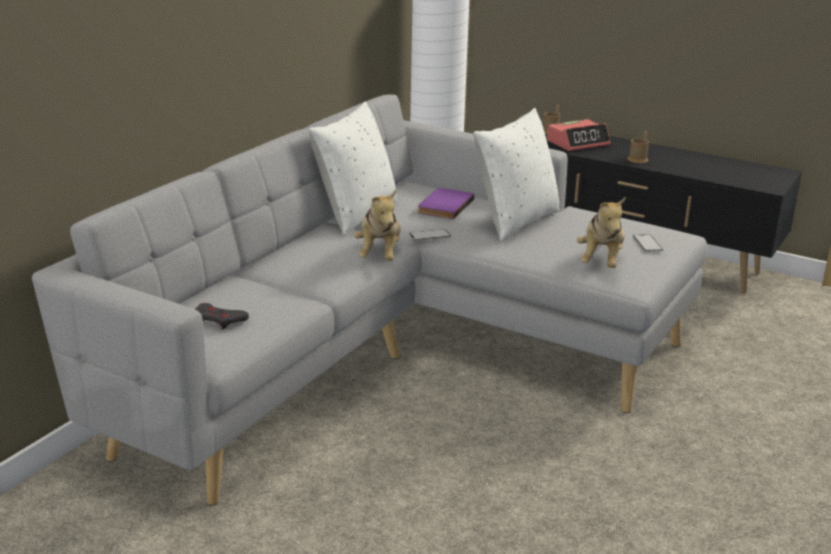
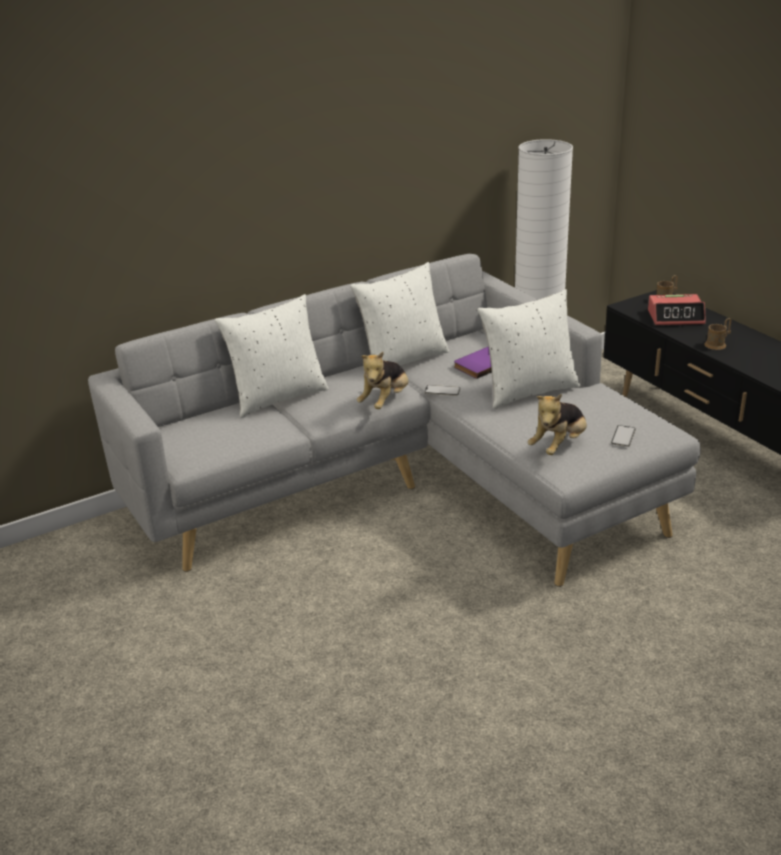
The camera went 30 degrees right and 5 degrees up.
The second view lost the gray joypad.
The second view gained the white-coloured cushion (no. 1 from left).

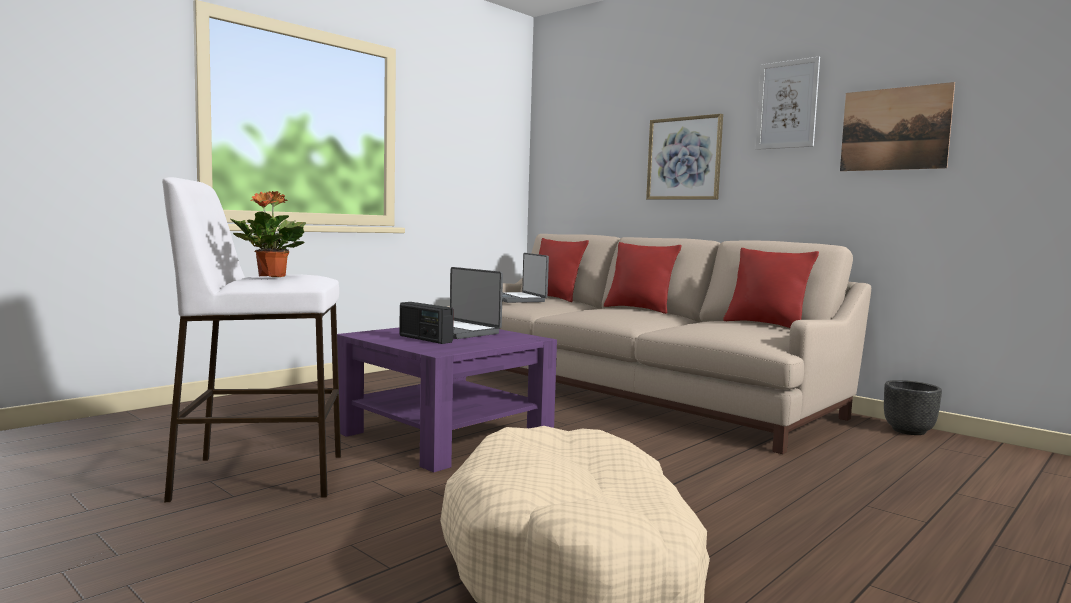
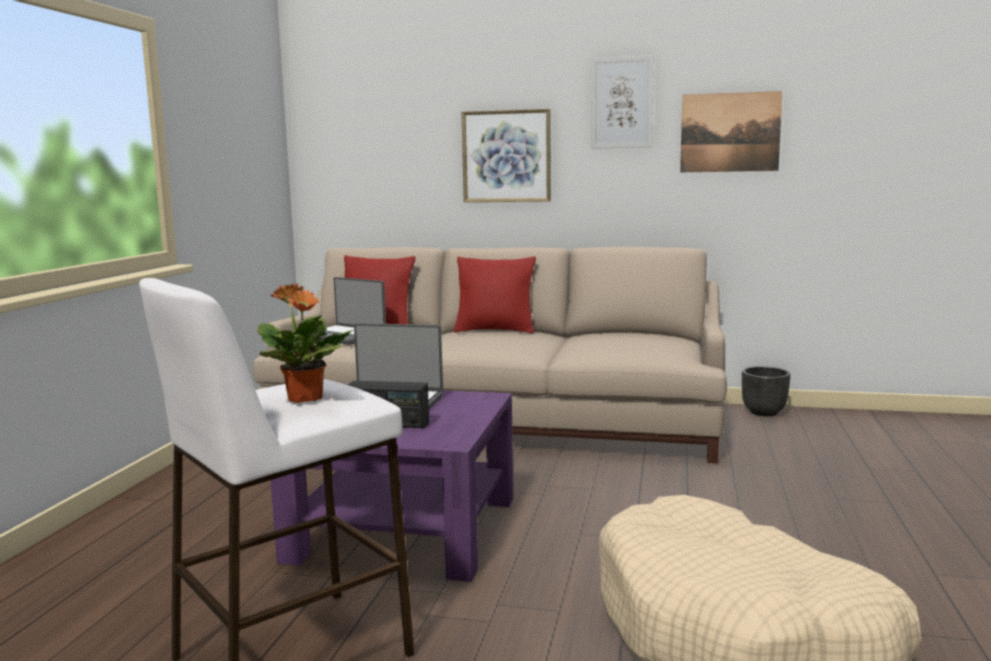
The camera went 30 degrees left and 5 degrees up.
The second view lost the reddish cushion (no. 3 from left).

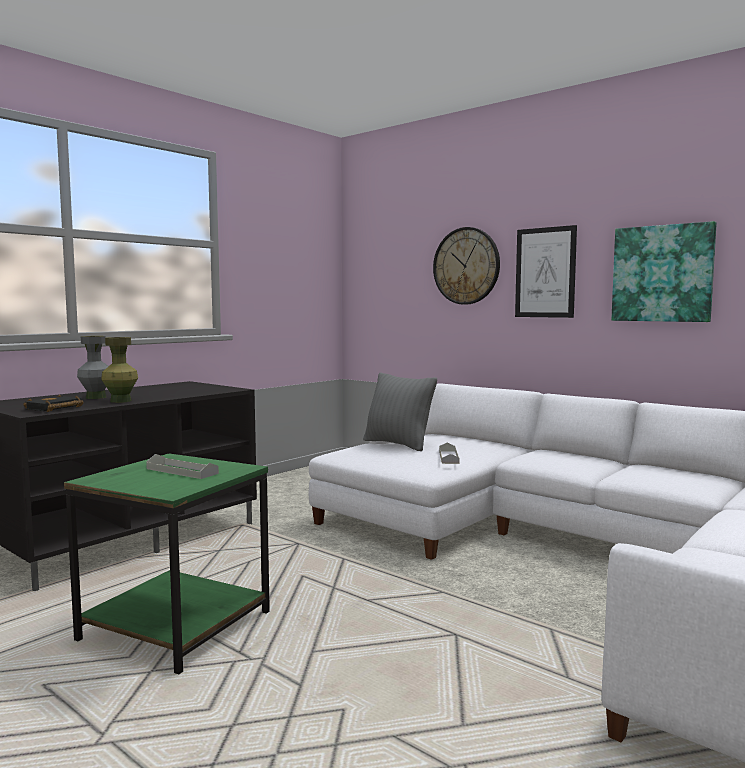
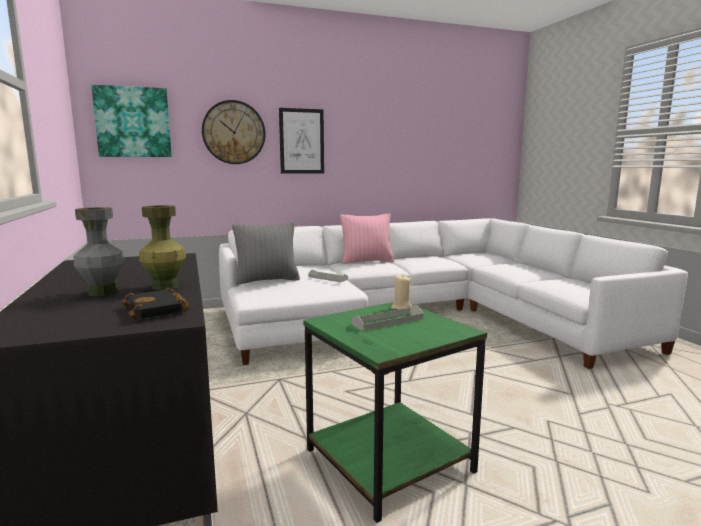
The camera went 60 degrees left and 5 degrees up.
The wall picture (no. 2 from left in the first image) ended up elsewhere.
The second view gained the pink cushion.
The second view gained the sand-coloured wax light.

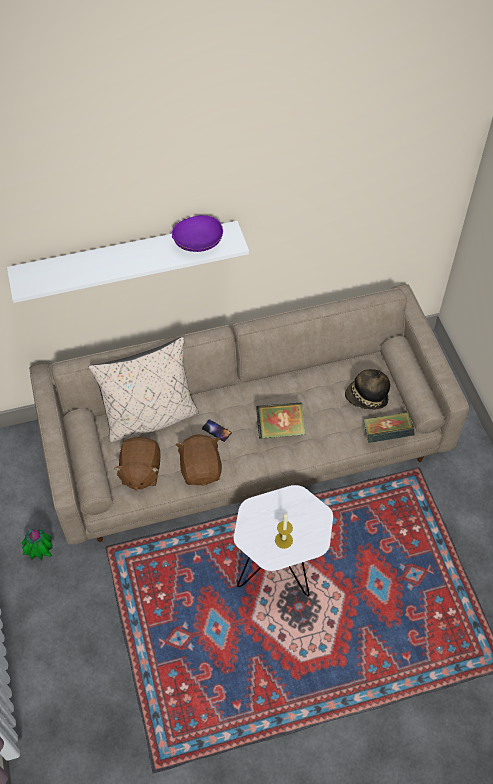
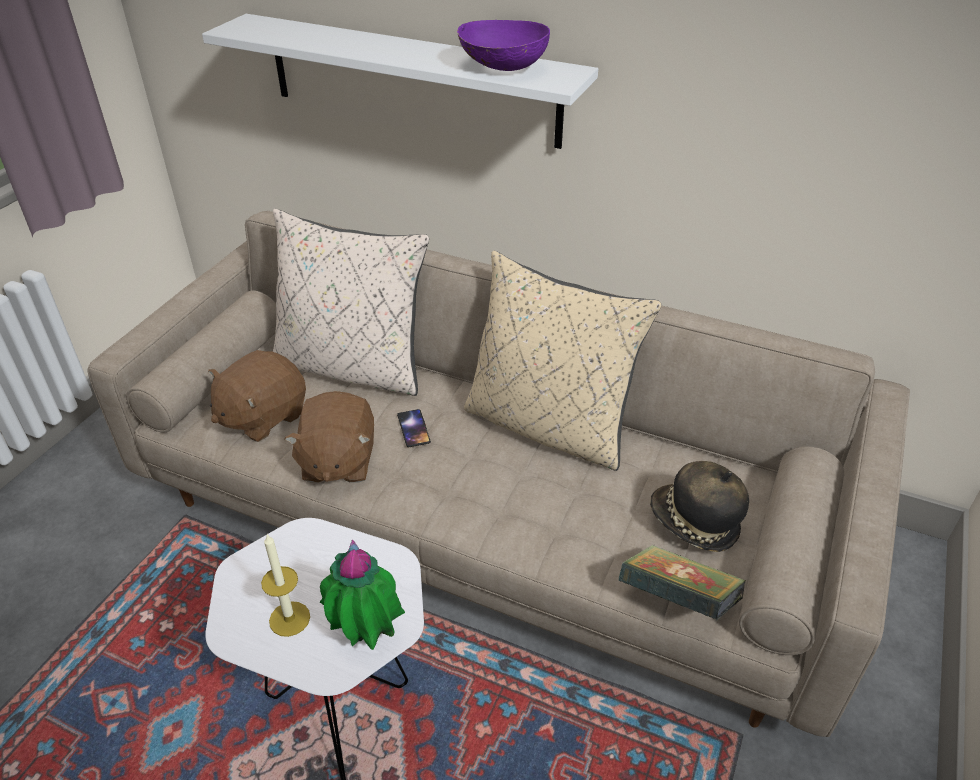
The camera went 40 degrees right and 15 degrees down.
The second view lost the volume (no. 1 from left).
The brownish cuddly toy (no. 2 from left) ended up facing another way, 150 degrees clockwise from before.
The houseplant ended up elsewhere.
The second view gained the sand-coloured cushion (no. 2 from left).

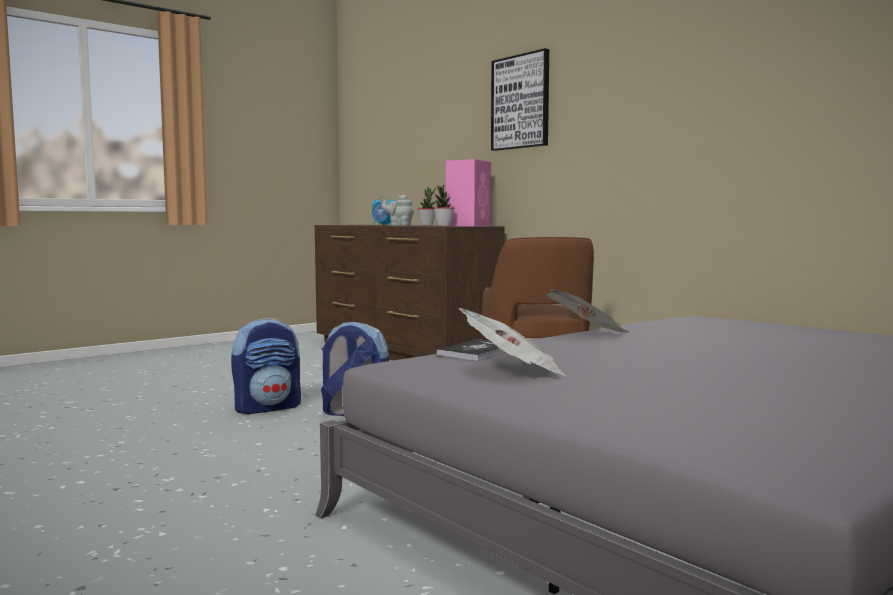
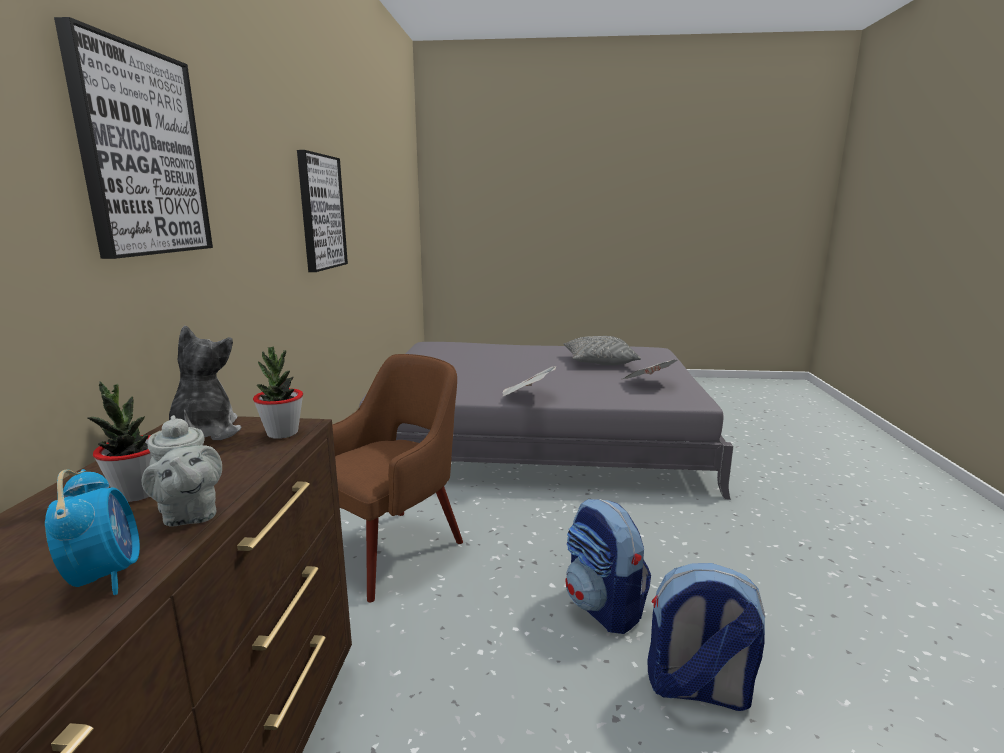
The camera went 135 degrees left and 10 degrees up.
Where the pink speaker stood, the cuddly toy came to stand.
The second view lost the volume.
The second view gained the wall picture (no. 2 from left).
The second view gained the gray cushion.

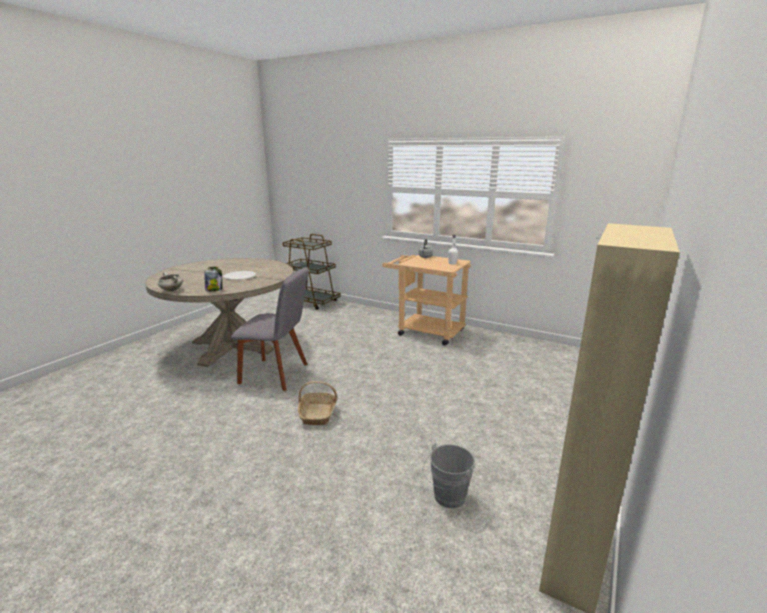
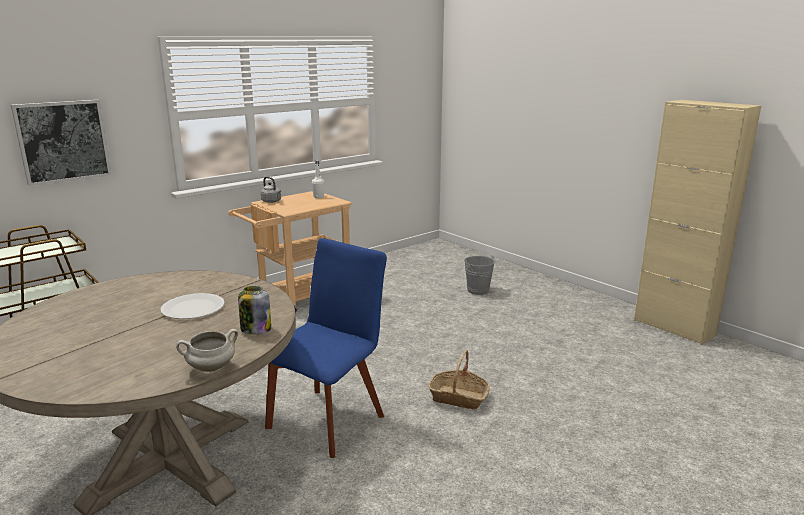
The camera went 70 degrees left and 0 degrees up.
What was the gray plain chair turned into the blue plain chair.
The gray water bucket ended up elsewhere.
The second view gained the wall picture.

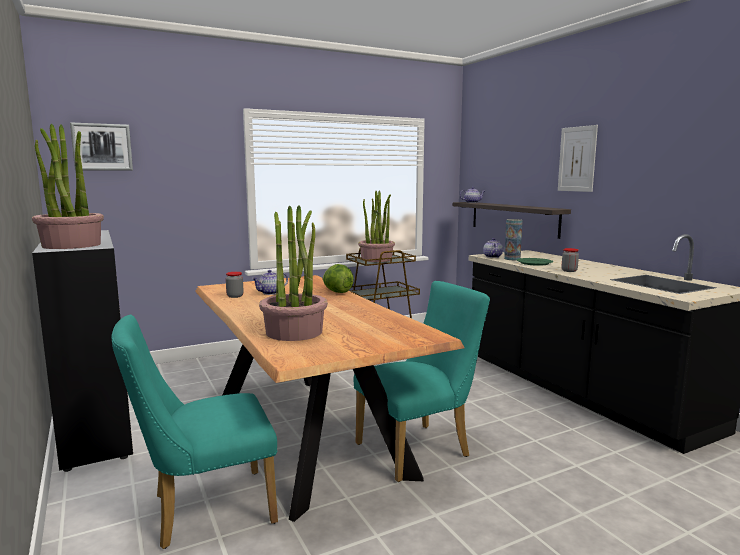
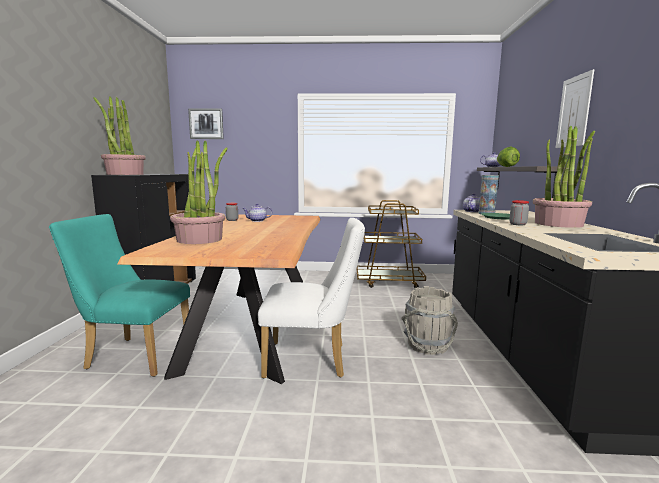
The camera went 30 degrees right and 0 degrees up.
The houseplant (no. 3 from left) ended up elsewhere.
The lettuce ended up elsewhere.
What was the blue-green plain chair (no. 2 from left) turned into the white-coloured plain chair.
The second view gained the gray water bucket.

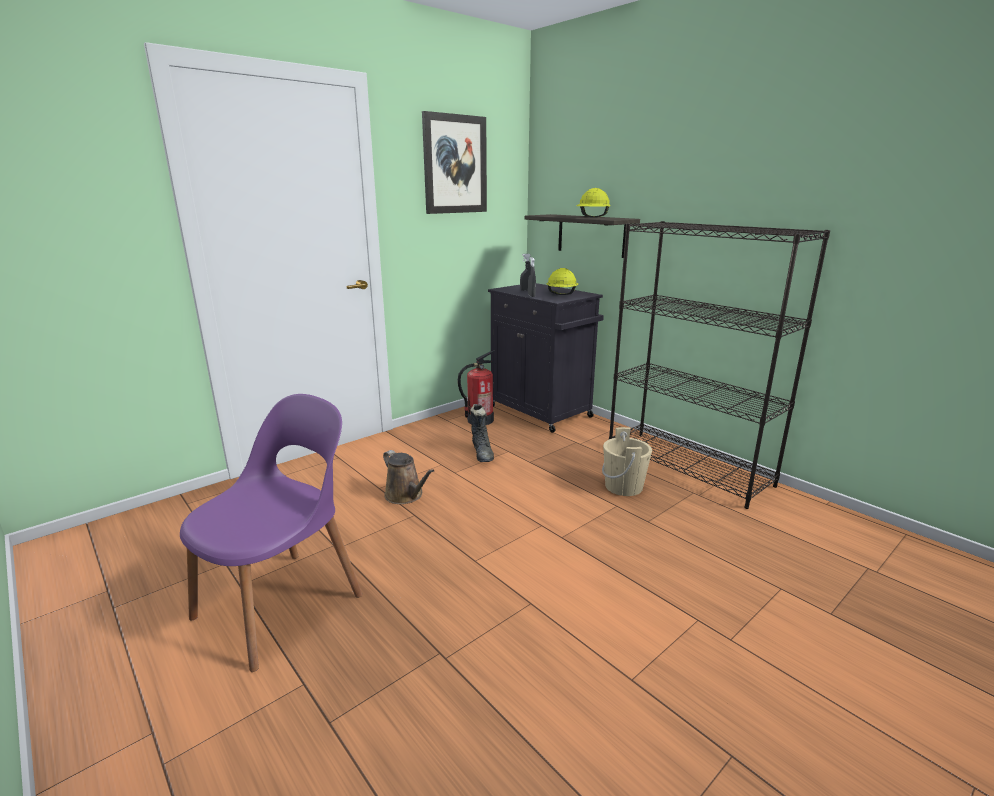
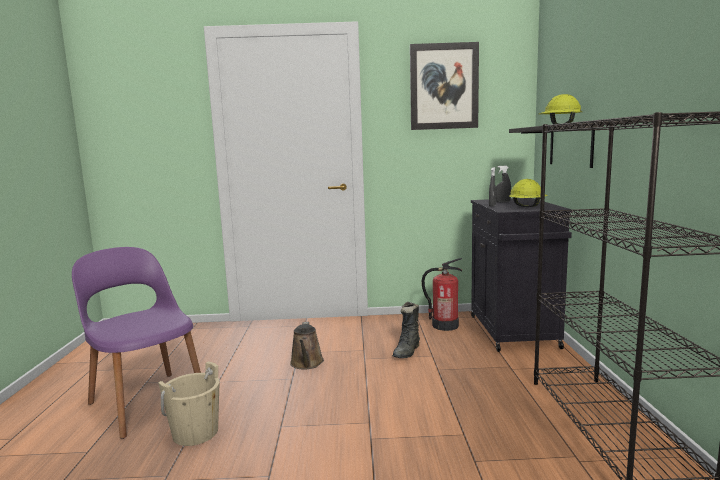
The camera went 40 degrees right and 10 degrees down.
The purple-coloured plain chair ended up facing another way, 120 degrees counterclockwise from before.
The sand-coloured water bucket ended up elsewhere.

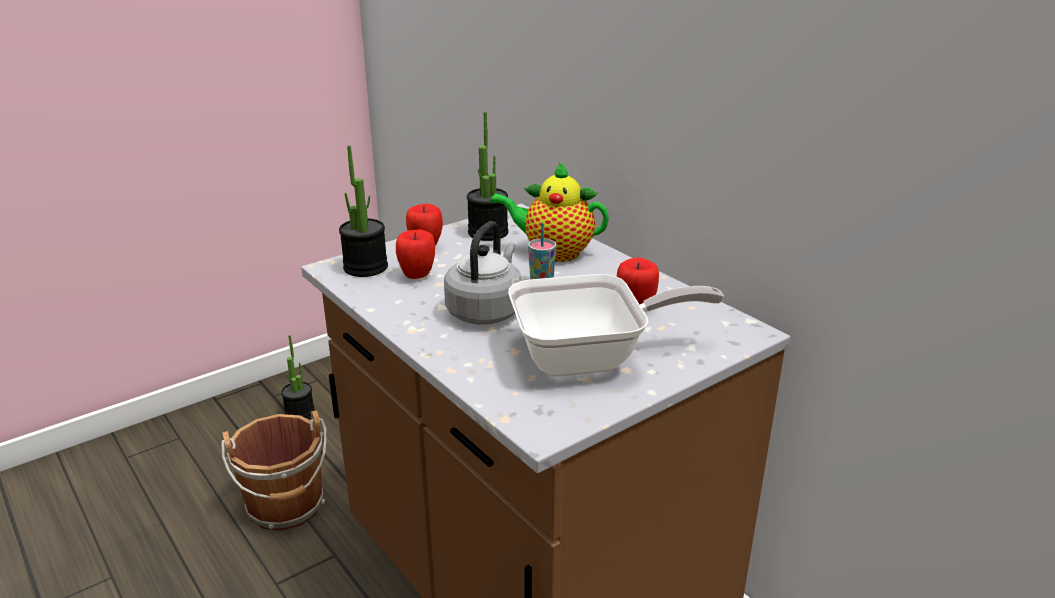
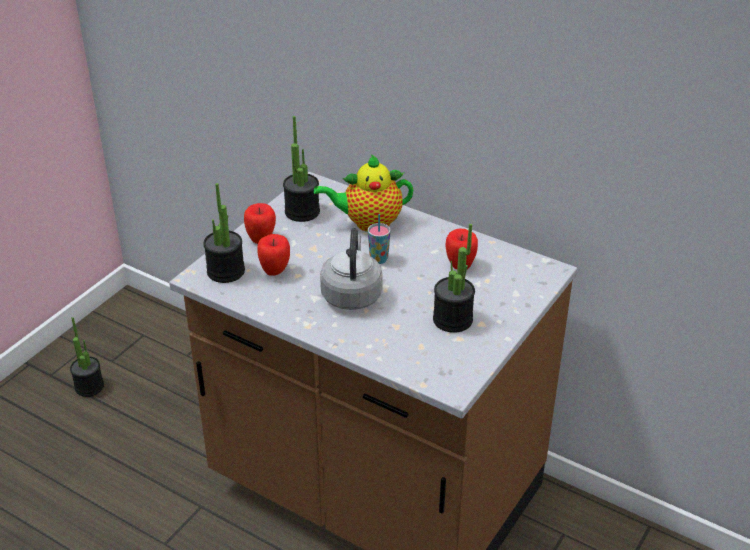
The camera went 20 degrees left and 10 degrees up.
Where the frying pan stood, the houseplant (no. 4 from left) came to stand.
The second view lost the brownish water bucket.

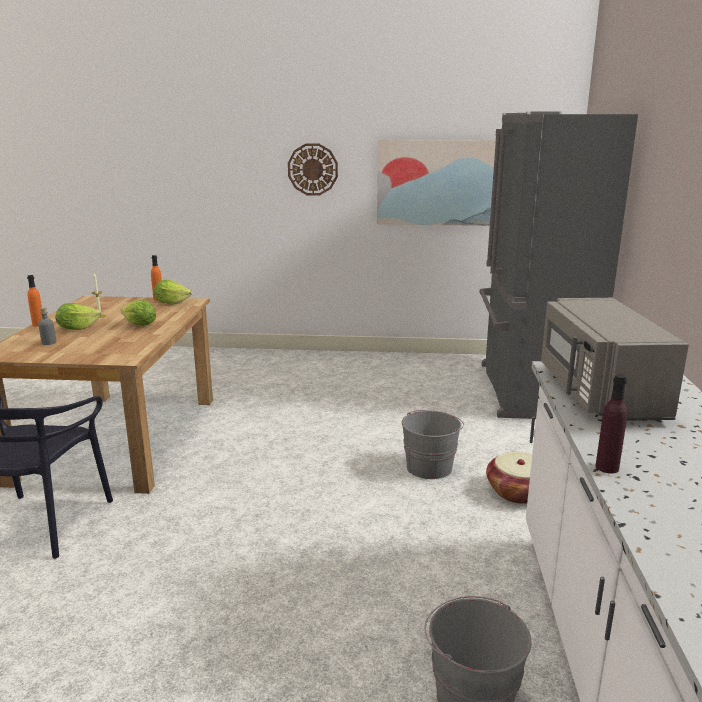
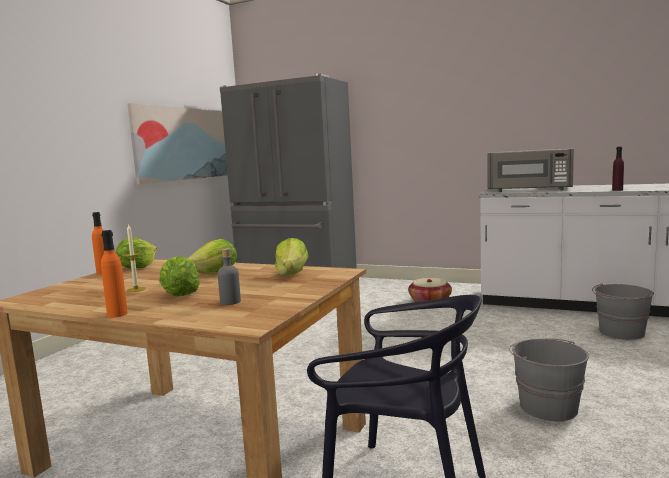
The camera went 70 degrees left and 10 degrees down.
The second view lost the hanging clock.
The gray water bucket (no. 1 from left) ended up elsewhere.
The second view gained the lettuce (no. 4 from left).

